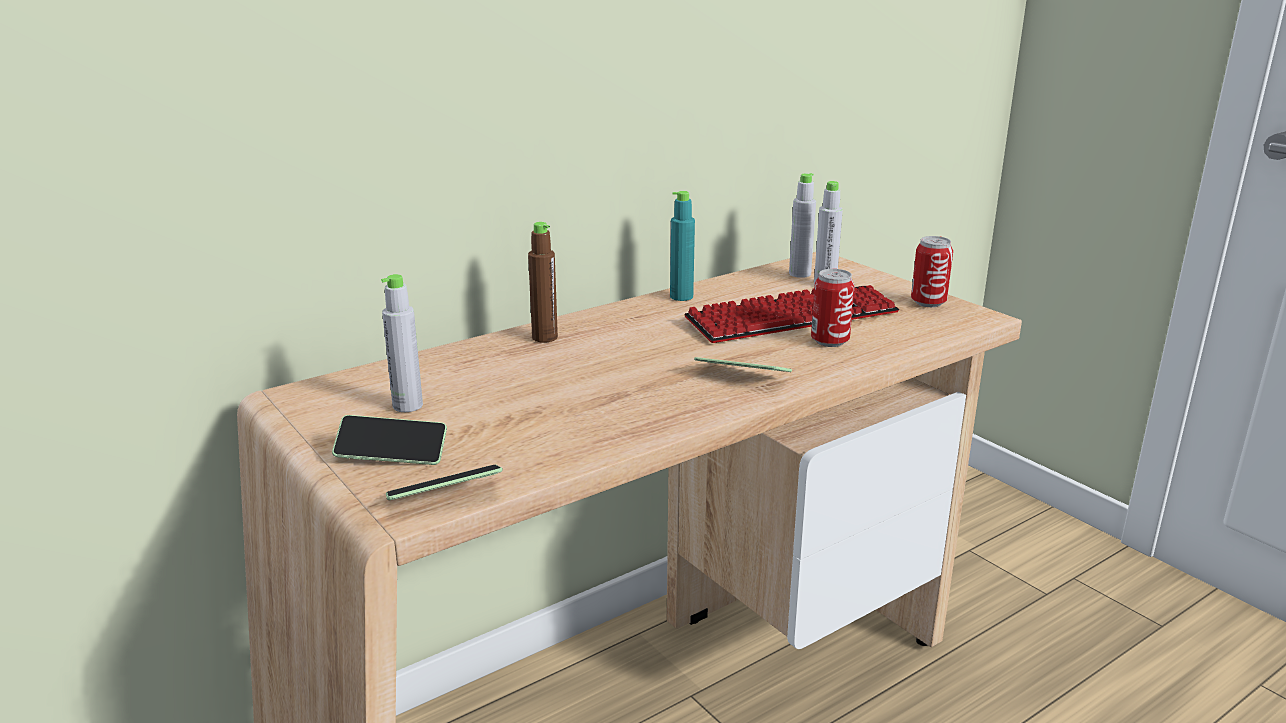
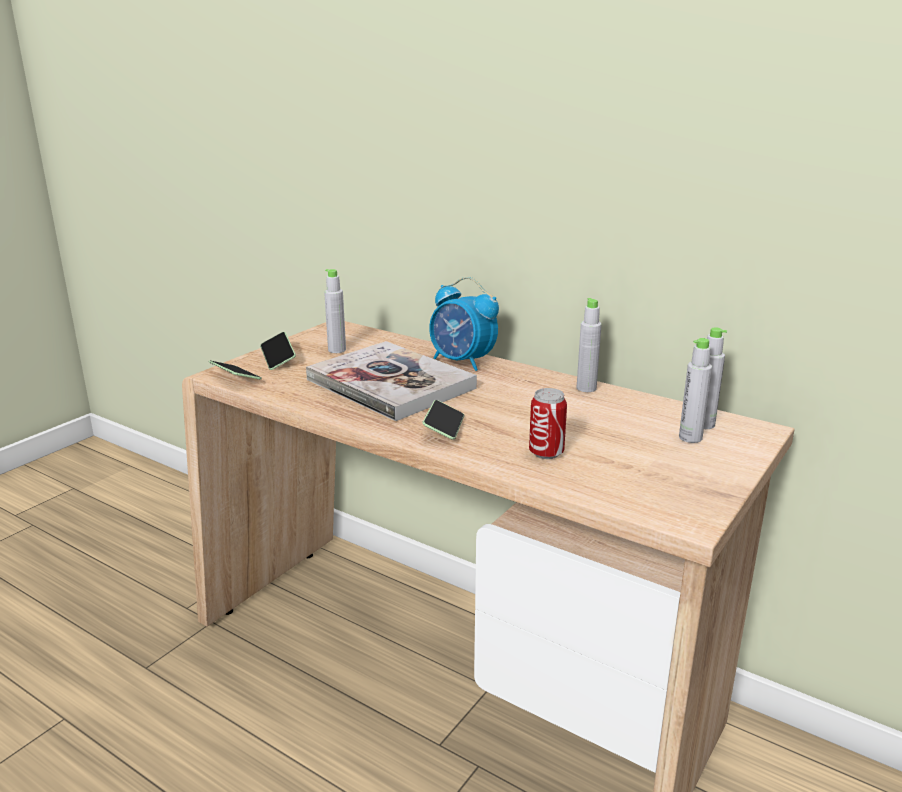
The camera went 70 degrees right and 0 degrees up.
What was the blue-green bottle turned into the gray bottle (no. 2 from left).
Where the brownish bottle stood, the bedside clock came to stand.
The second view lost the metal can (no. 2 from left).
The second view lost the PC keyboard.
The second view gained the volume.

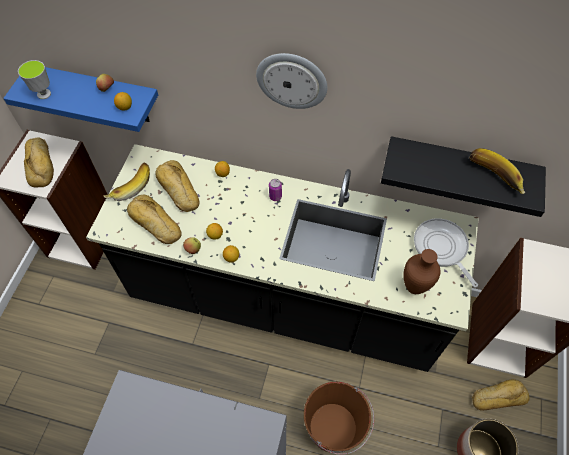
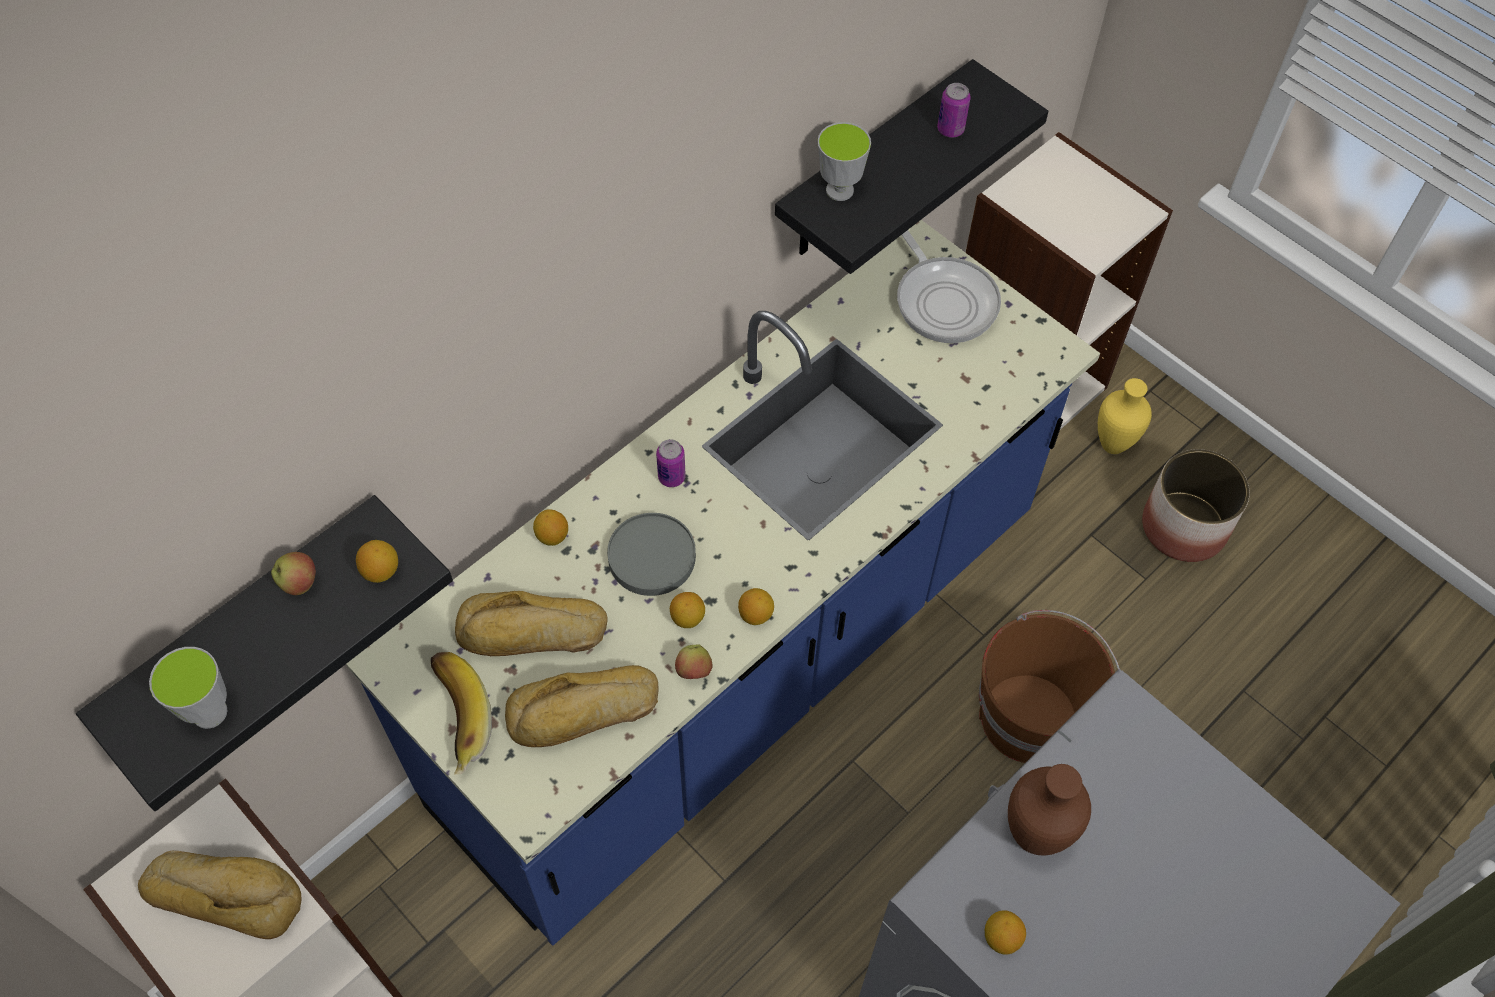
The camera went 60 degrees left and 0 degrees up.
The second view lost the hanging clock.
What was the blue wall shelf turned into the blackish wall shelf (no. 1 from left).
What was the blackish kitchen counter turned into the blue kitchen counter.
Where the banana fruit (no. 2 from left) stood, the metal can (no. 2 from left) came to stand.
The frying pan ended up facing another way, 120 degrees counterclockwise from before.
The brownish vase ended up elsewhere.
Where the baked bread (no. 4 from left) stood, the yellow-coloured vase came to stand.
The second view gained the small cup (no. 2 from left).
The second view gained the gray plate.
The second view gained the whole lemon (no. 5 from left).

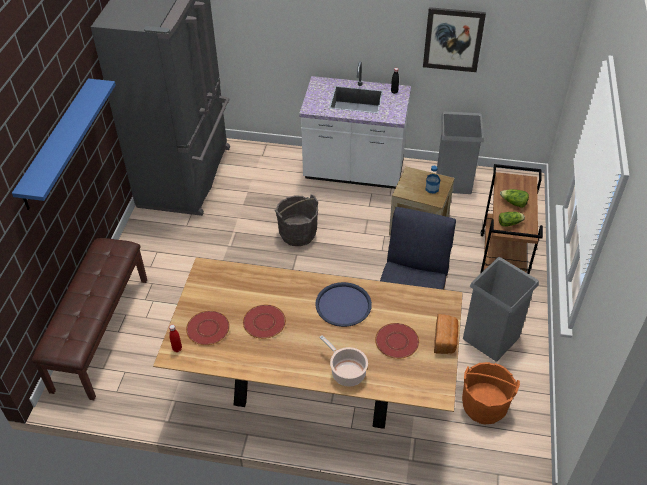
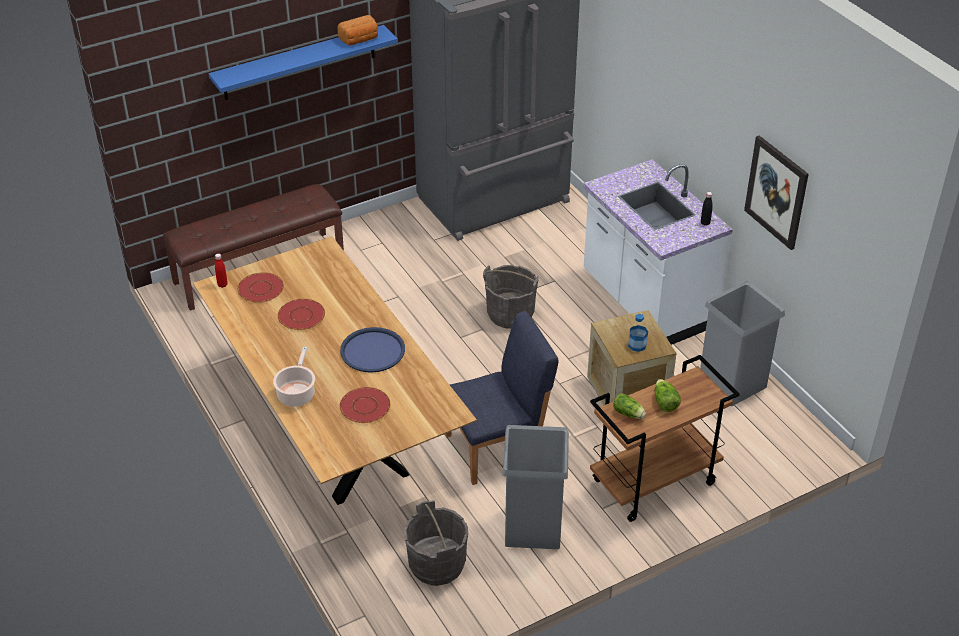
The camera went 50 degrees right and 5 degrees down.
The baked bread ended up elsewhere.
What was the orangey water bucket turned into the gray water bucket (no. 1 from left).

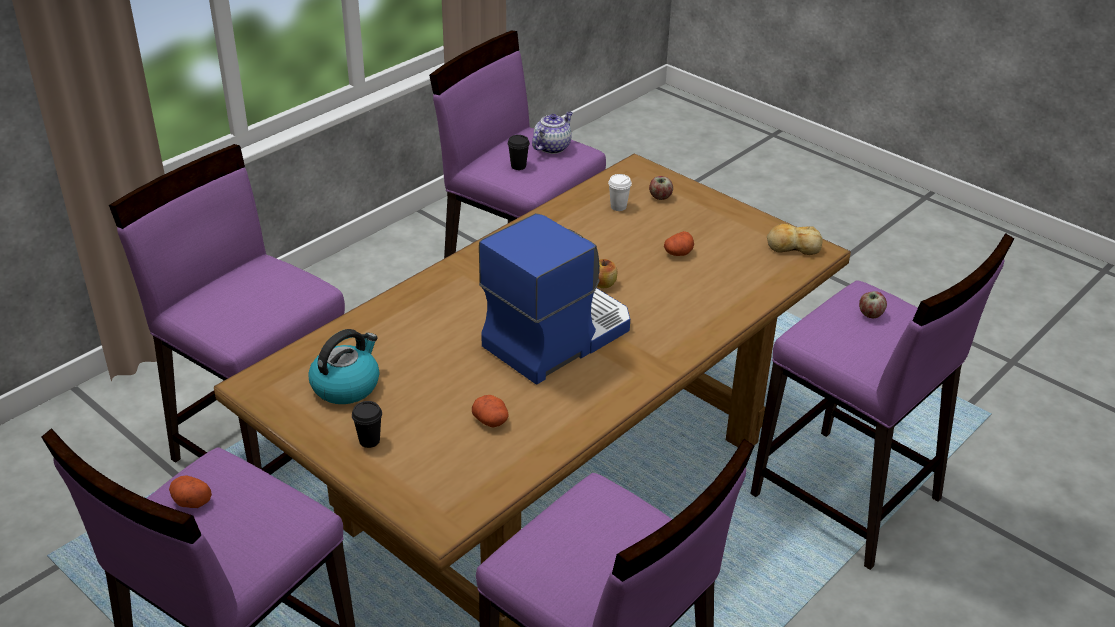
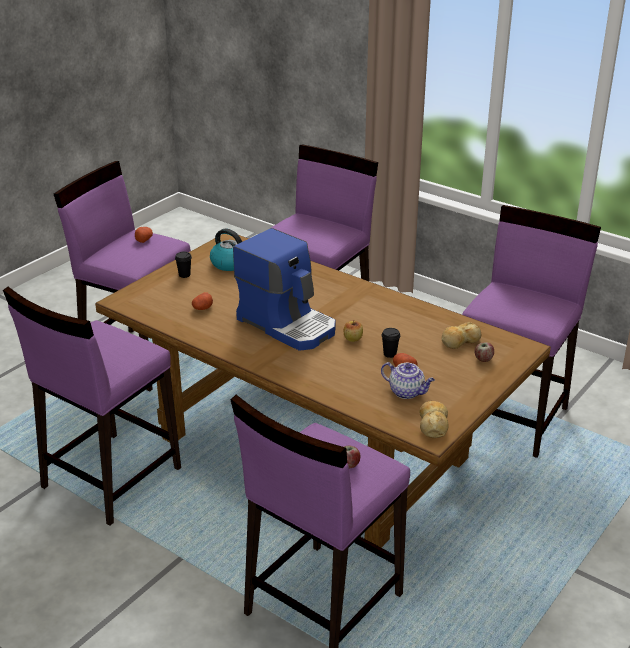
The camera went 85 degrees right and 5 degrees down.
The pot for tea ended up elsewhere.
The blackish small cup (no. 2 from left) ended up elsewhere.
Where the white-coloured small cup stood, the baked bread (no. 2 from left) came to stand.

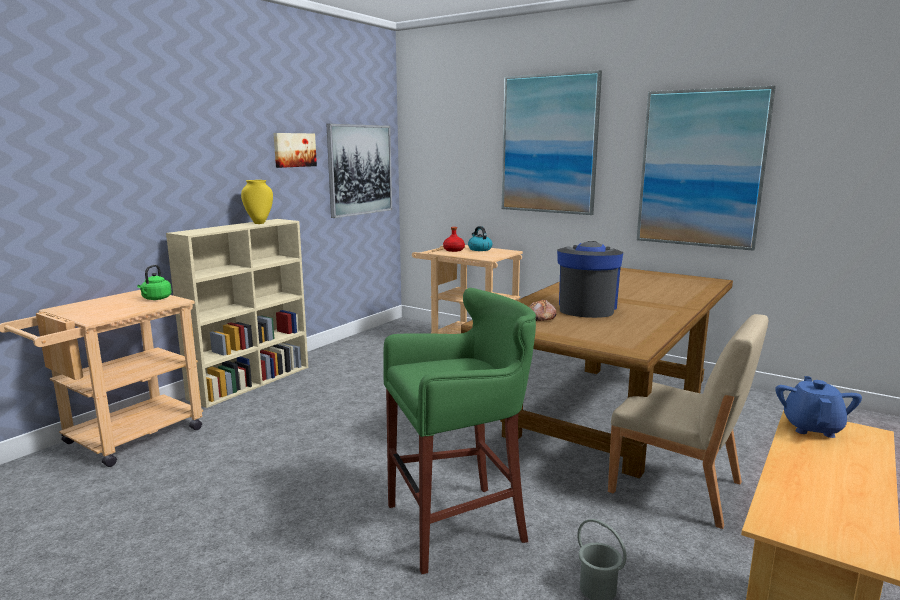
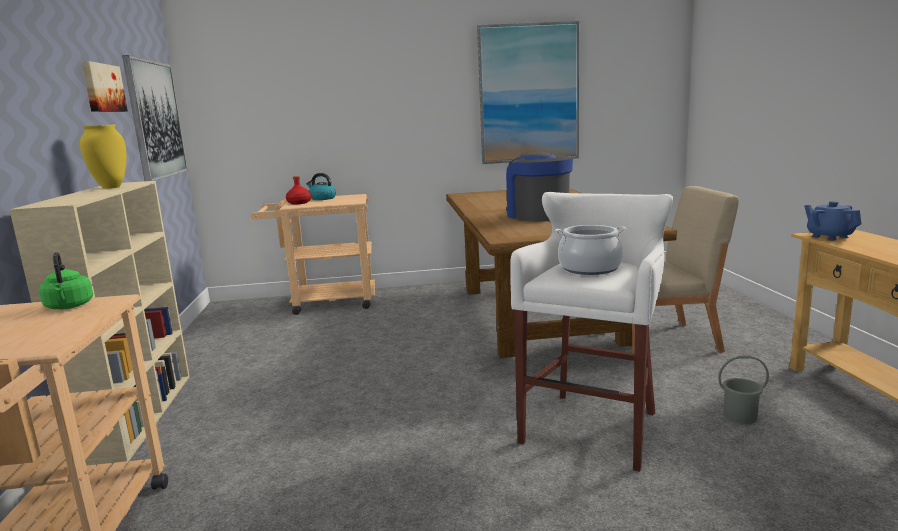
The camera went 40 degrees left and 0 degrees up.
The second view lost the wall picture (no. 3 from left).
What was the green stool seat turned into the white-coloured stool seat.
The second view lost the baked bread.
The second view gained the stockpot.

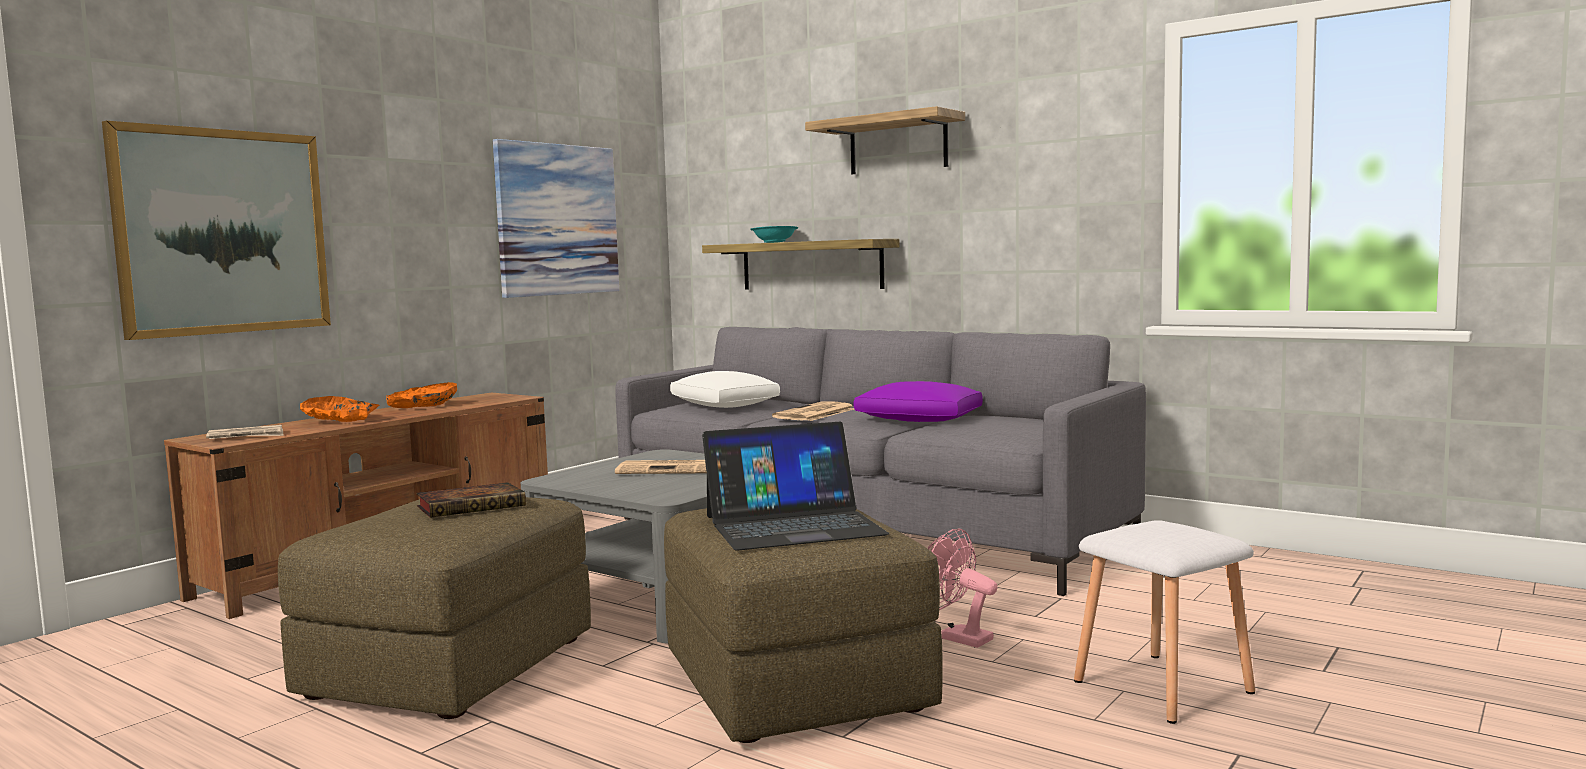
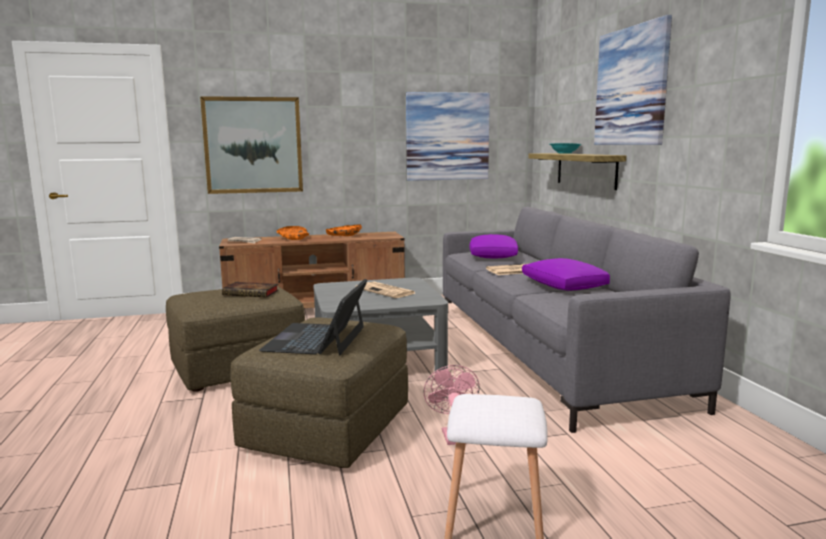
The camera went 40 degrees right and 5 degrees up.
Where the wall shelf (no. 2 from left) hung, the wall picture (no. 3 from left) came to hang.
What was the white-coloured cushion turned into the purple-coloured cushion (no. 1 from left).
The notebook computer ended up facing another way, 75 degrees clockwise from before.

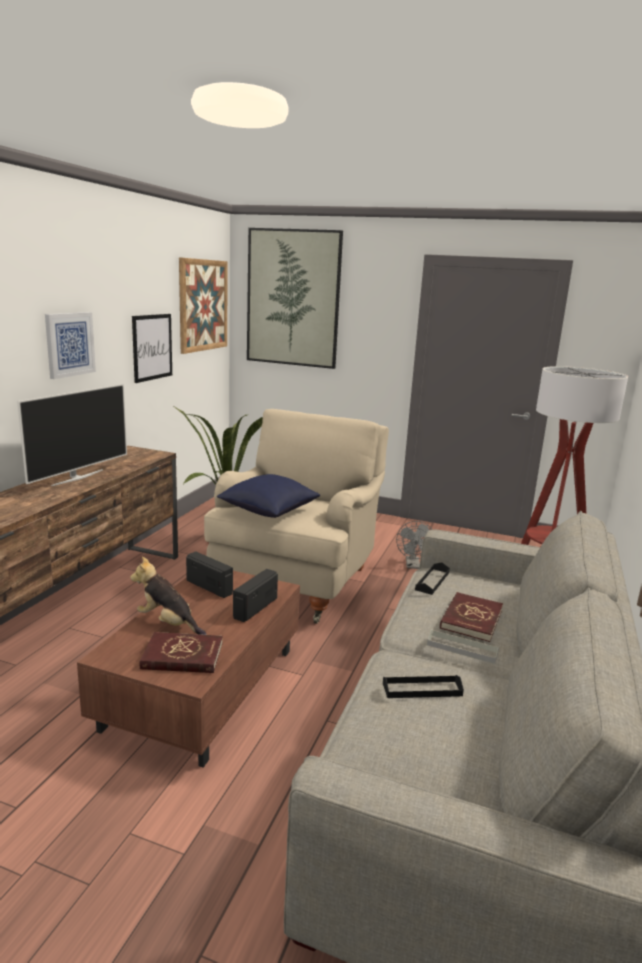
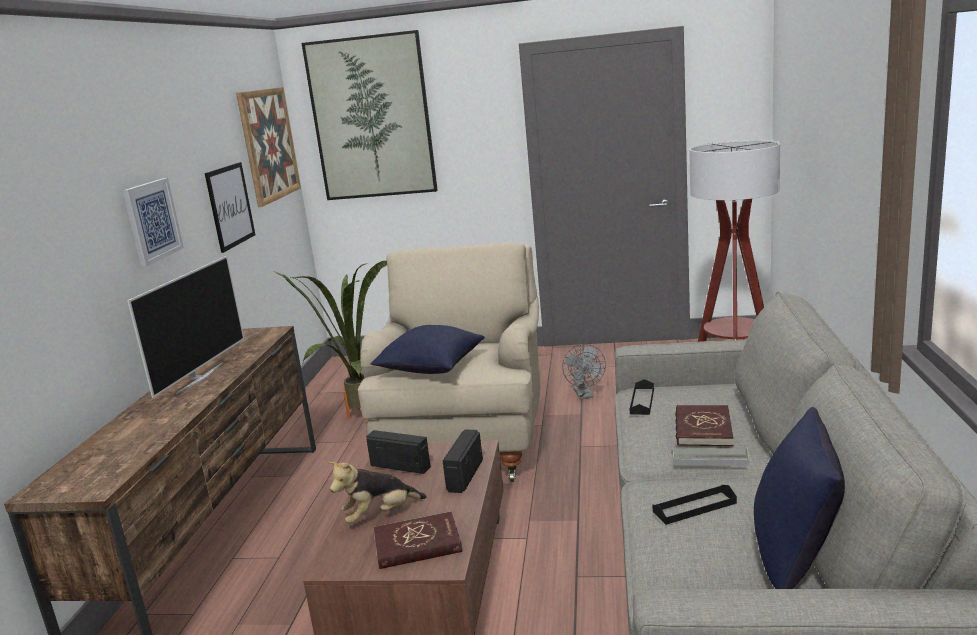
The camera went 10 degrees left and 0 degrees up.
The cuddly toy ended up facing another way, 45 degrees counterclockwise from before.
The second view gained the blue cushion (no. 2 from left).

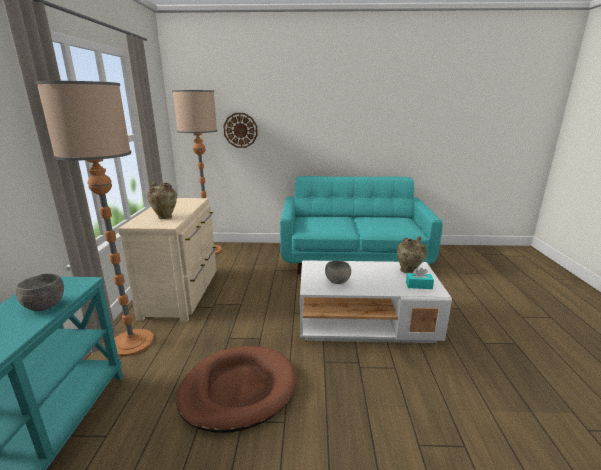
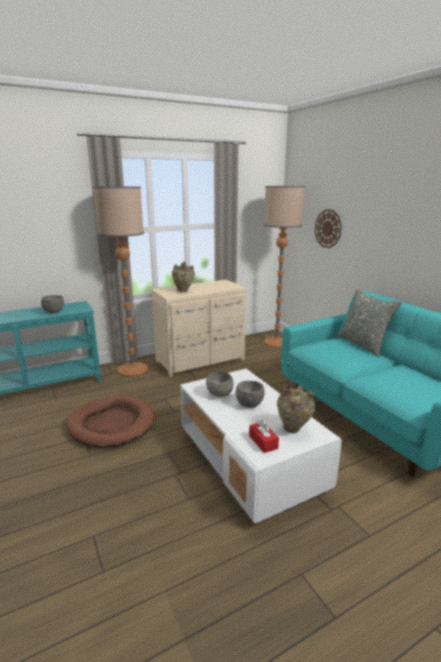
The camera went 60 degrees right and 0 degrees up.
What was the blue-green tissue holder turned into the reddish tissue holder.
The second view gained the gray cushion.
The second view gained the gray deep dish (no. 3 from left).

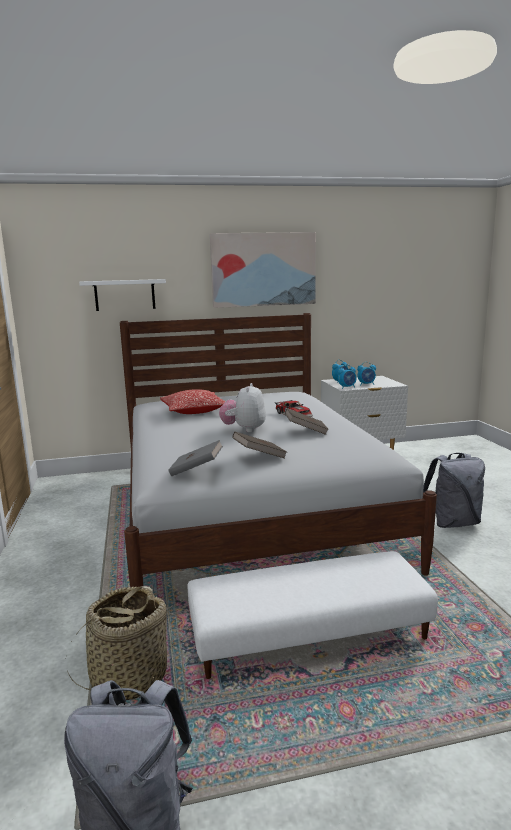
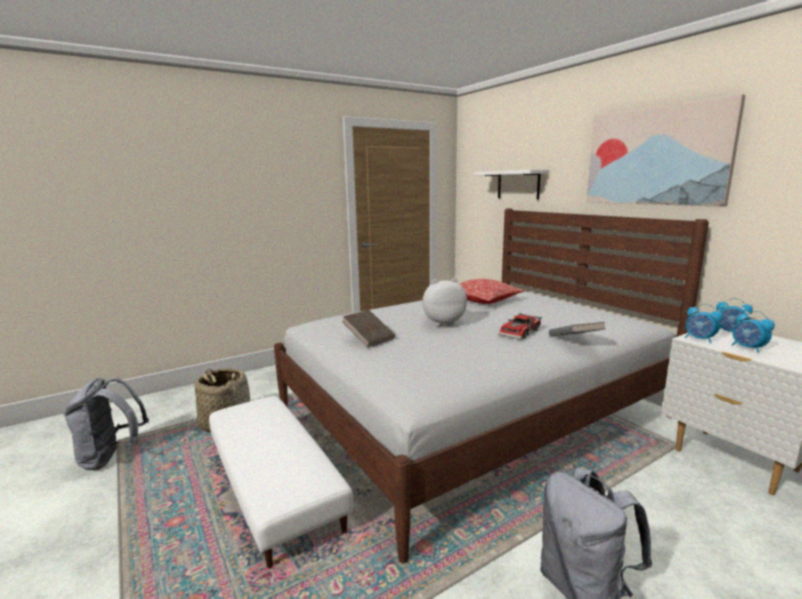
The camera went 70 degrees right and 0 degrees up.
The second view lost the brownish volume (no. 2 from left).
The gray volume ended up elsewhere.

